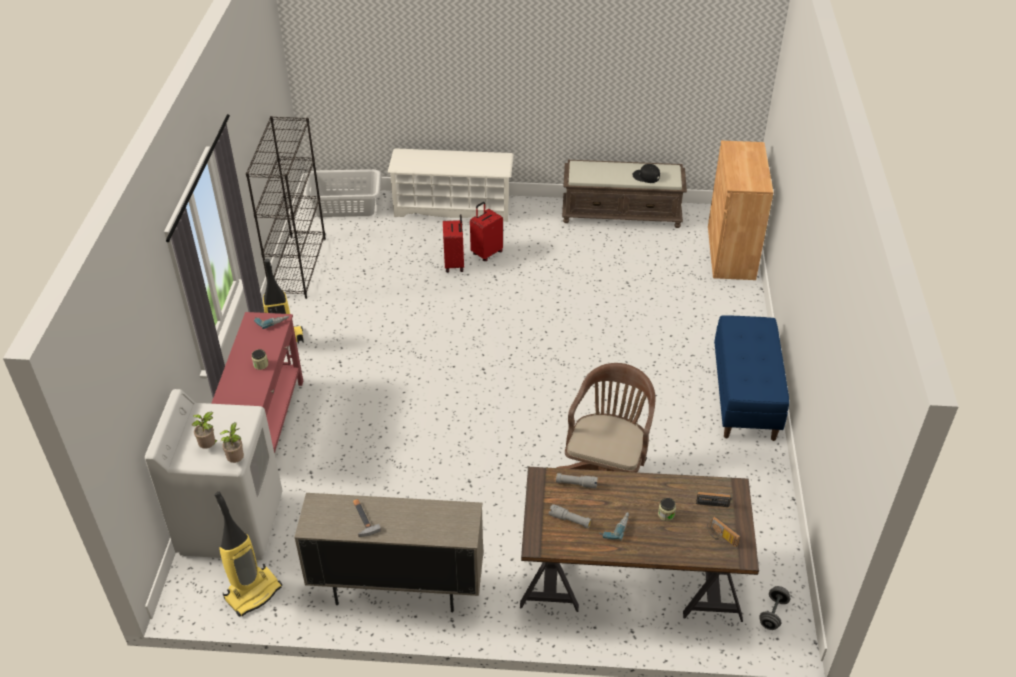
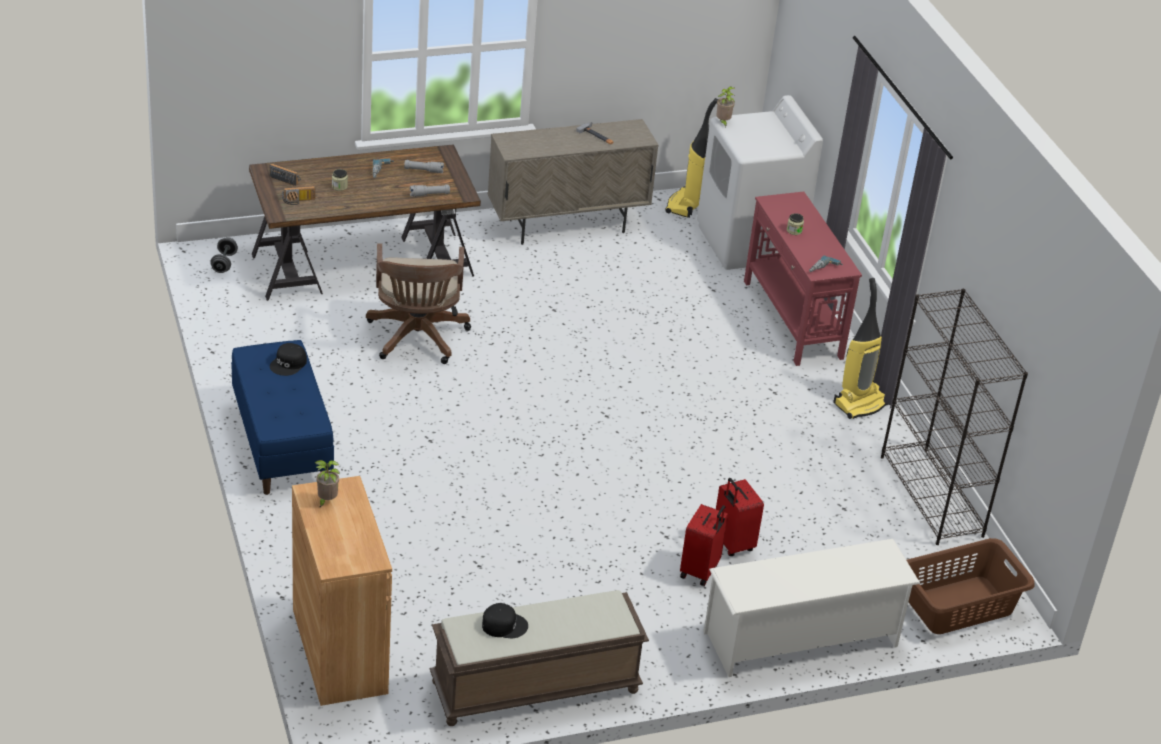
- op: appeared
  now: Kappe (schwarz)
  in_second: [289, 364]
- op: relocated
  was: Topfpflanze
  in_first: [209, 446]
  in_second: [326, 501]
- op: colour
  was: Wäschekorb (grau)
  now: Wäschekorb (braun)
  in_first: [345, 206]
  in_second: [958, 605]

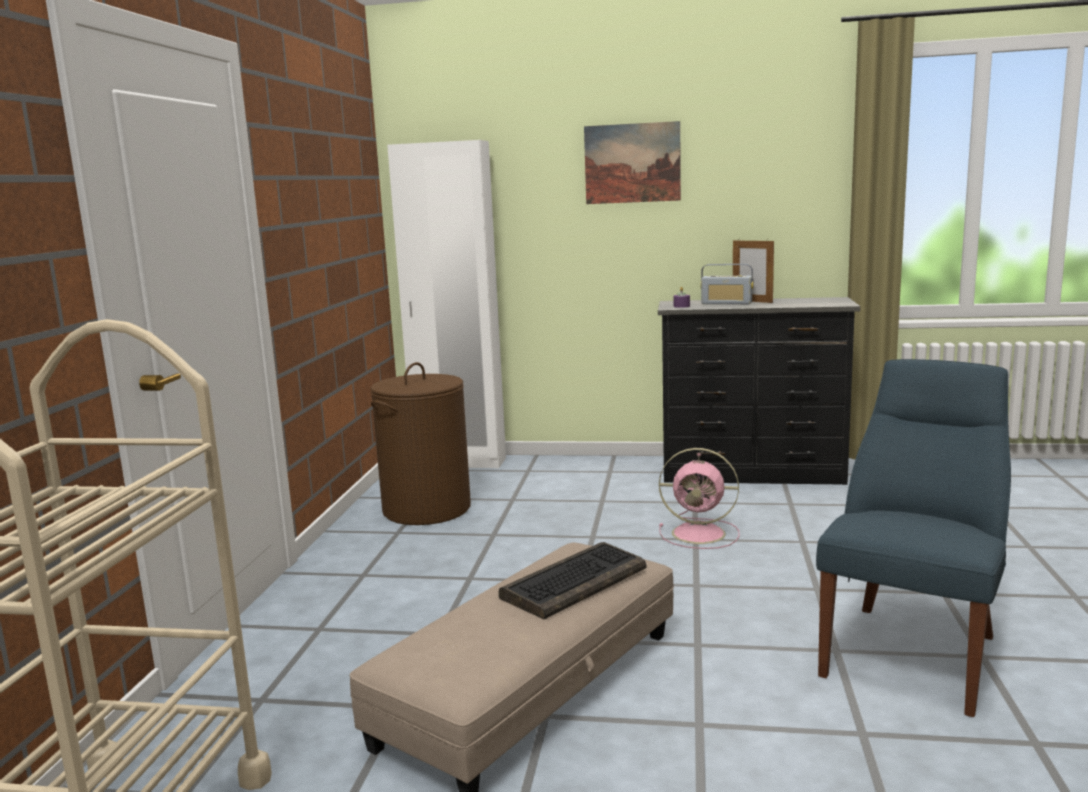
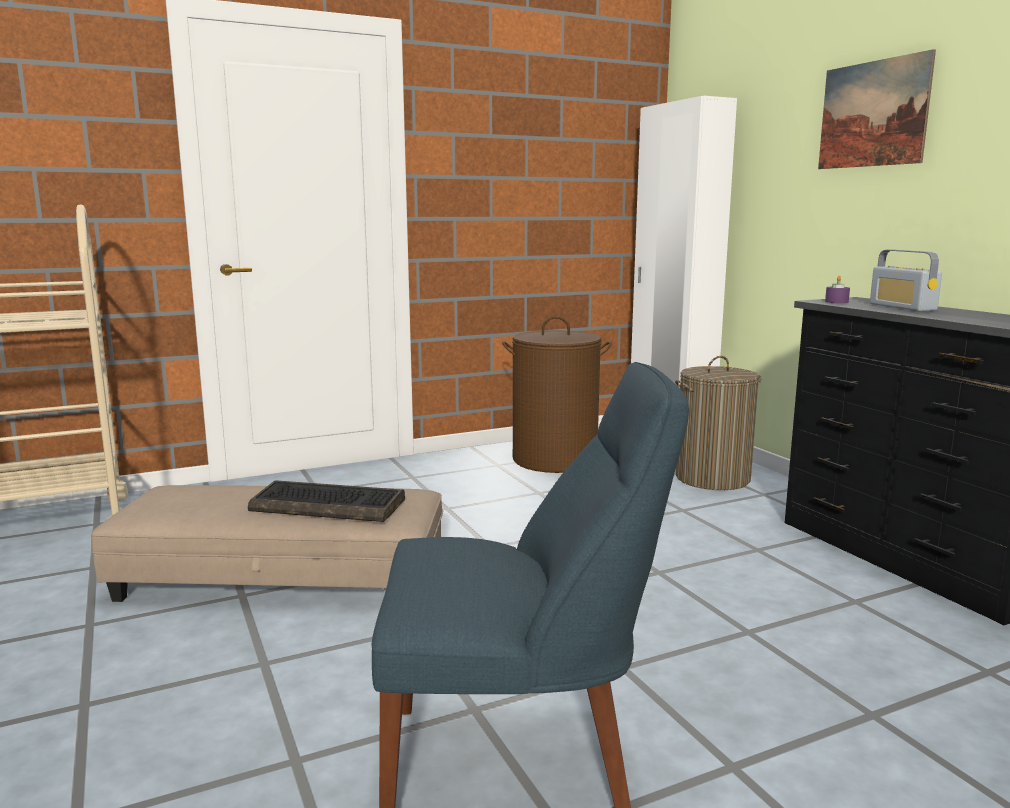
- op: missing
  was: Ventilator (rosa)
  in_first: [701, 534]
- op: missing
  was: Bilderrahmen
  in_first: [752, 301]
- op: appeared
  now: Wäschekorb
  in_second: [712, 478]

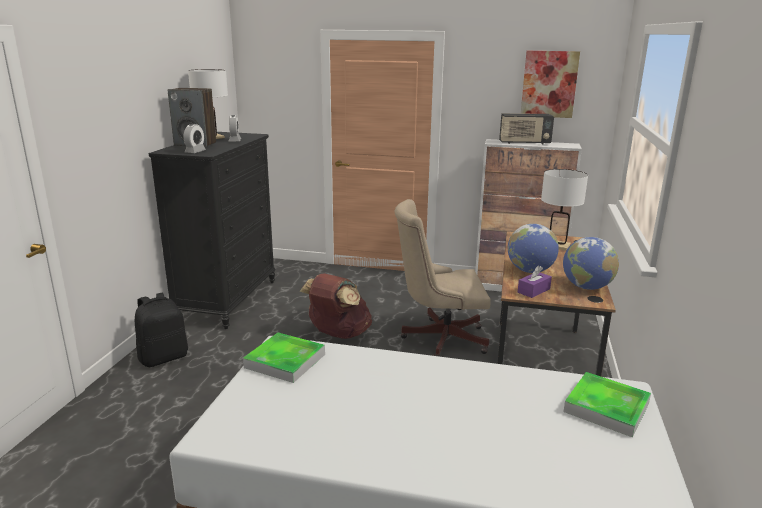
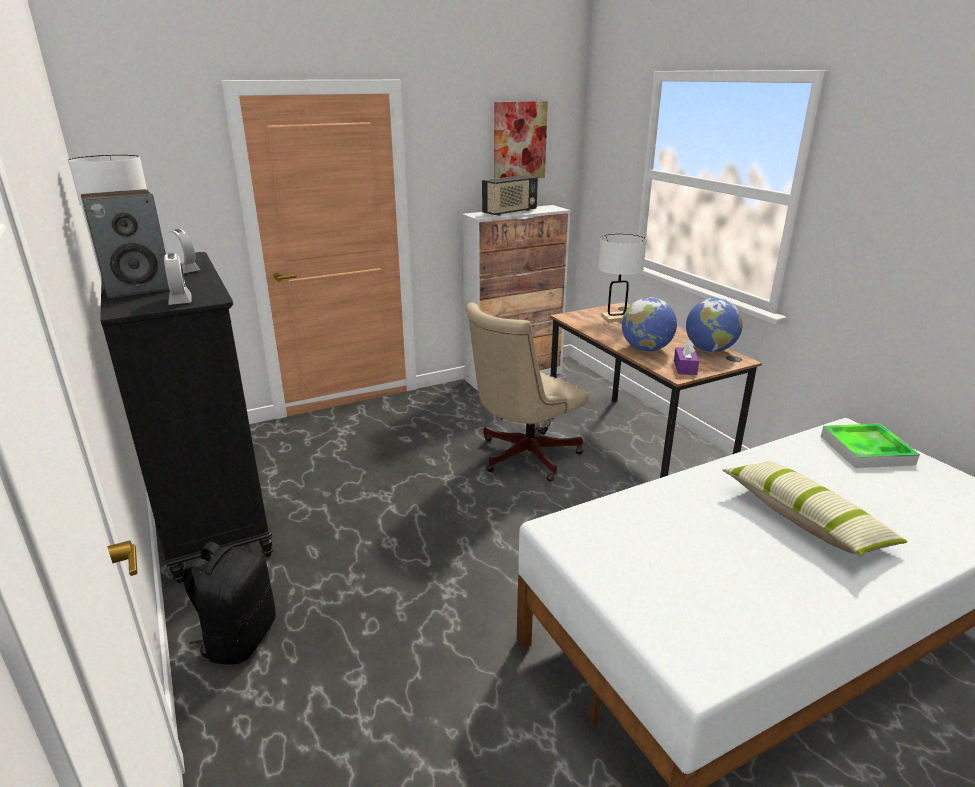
- op: missing
  was: Tablett
  in_first: [285, 361]
- op: missing
  was: Rucksack (braun)
  in_first: [338, 334]
- op: appeared
  now: Kissen
  in_second: [805, 519]

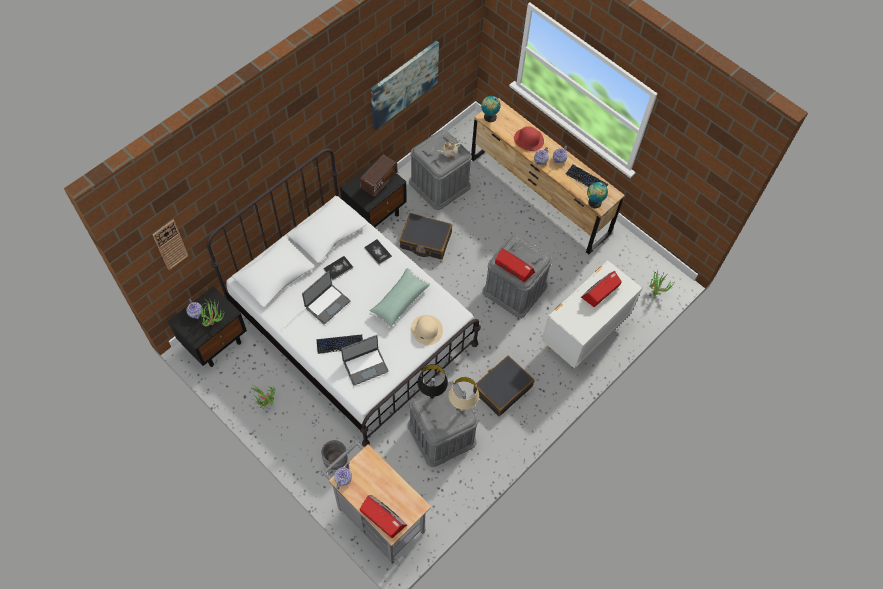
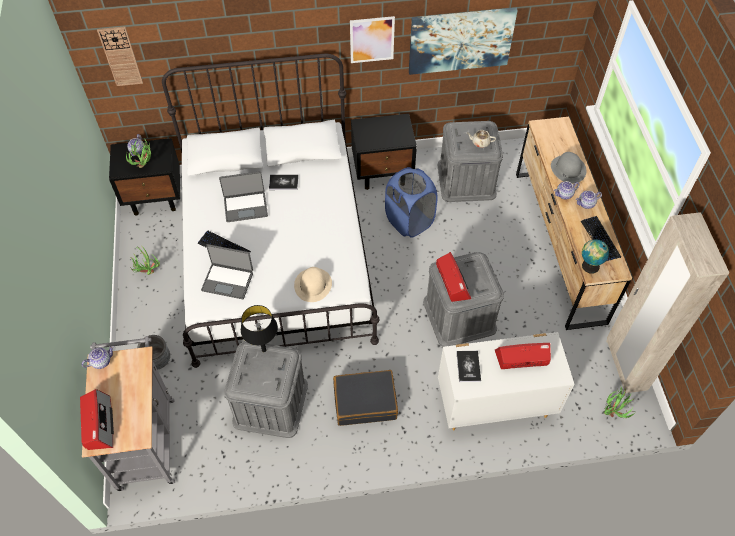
- op: missing
  was: Radio
  in_first: [379, 182]
- op: missing
  was: Kissen (grün)
  in_first: [399, 301]
- op: missing
  was: Tischlampe (beige)
  in_first: [461, 409]
- op: missing
  was: Globus
  in_first: [489, 117]
- op: appeared
  now: Bild
  in_second: [372, 39]
- op: appeared
  now: Kleiderschrank (beige)
  in_second: [625, 365]
- op: relocated
  was: Buch
  in_first: [378, 252]
  in_second: [468, 366]
- op: exchanged
  was: Koffer (schwarz)
  now: Wäschekorb (blau)
  in_first: [425, 240]
  in_second: [409, 221]
- op: colour
  was: Hut (rot)
  now: Hut (grau)
  in_first: [528, 139]
  in_second: [568, 169]

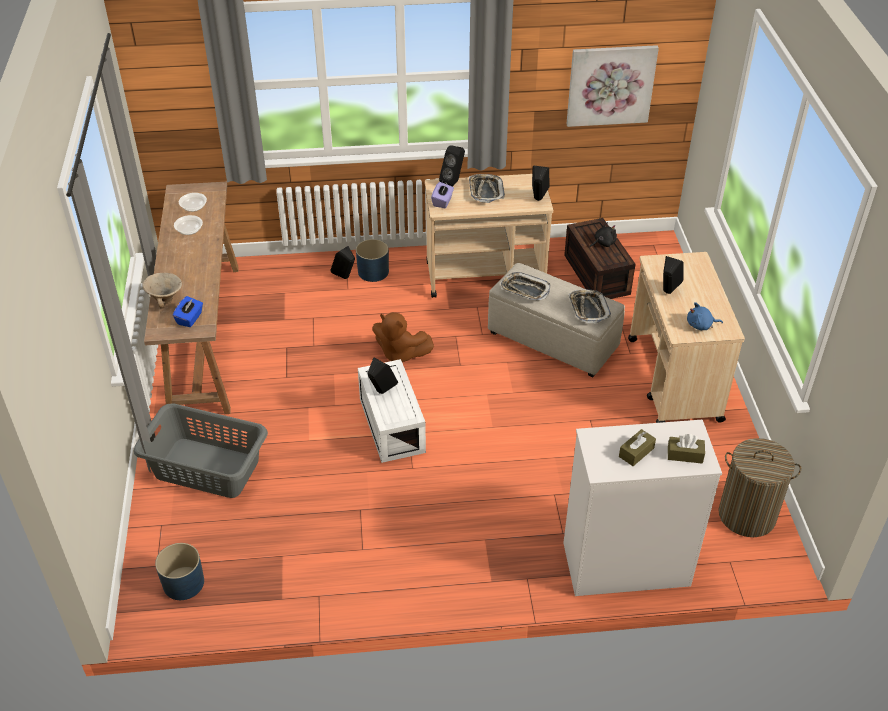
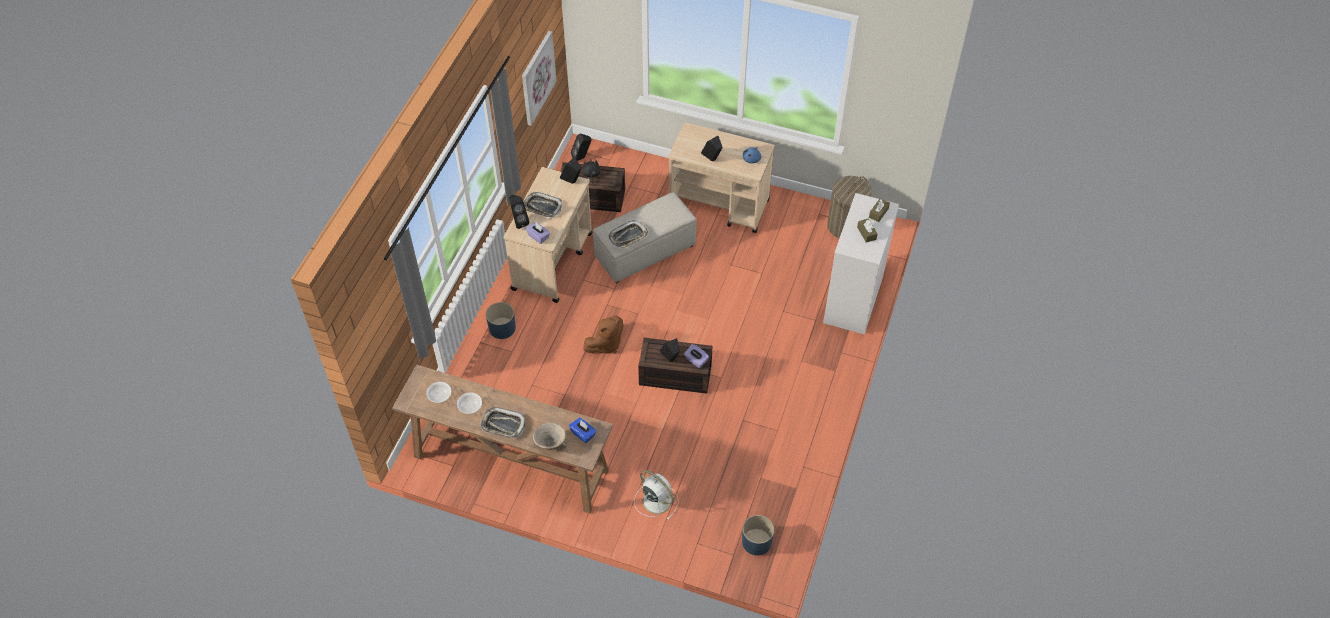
- op: appeared
  now: Taschentuchbox (lila)
  in_second: [696, 360]
- op: relocated
  was: Lautsprecher (schwarz)
  in_first: [345, 278]
  in_second: [582, 157]
- op: relocated
  was: Tablett
  in_first: [588, 309]
  in_second: [503, 425]
- op: exchanged
  was: Wäschekorb (grau)
  now: Ventilator (weiß)
  in_first: [207, 467]
  in_second: [656, 500]
- op: colour
  was: Aufbewahrungsbox (weiß)
  now: Aufbewahrungsbox (braun)
  in_first: [390, 424]
  in_second: [674, 375]

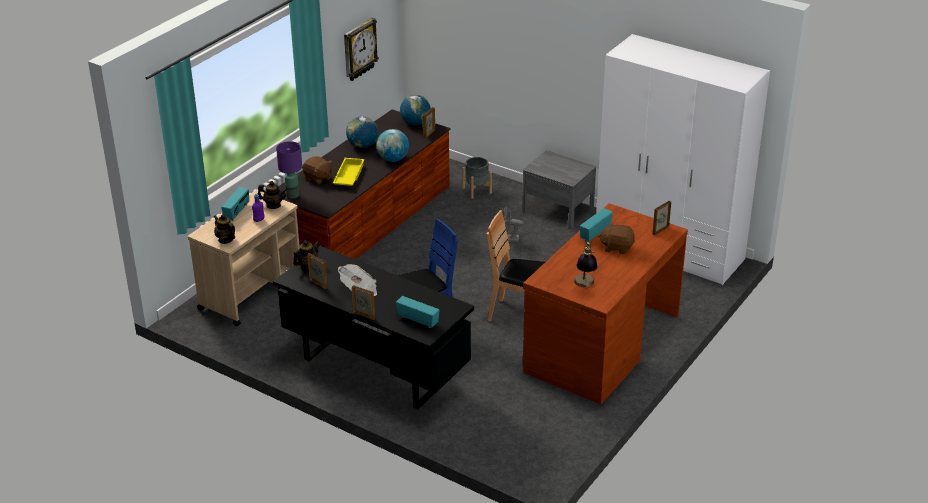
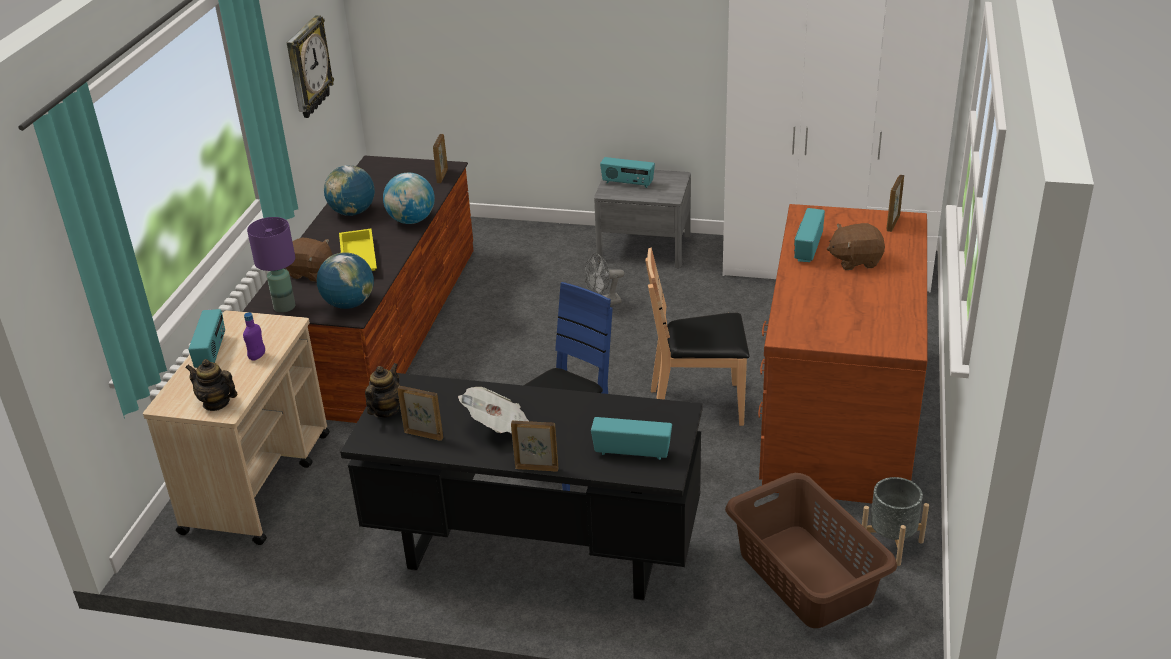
- op: missing
  was: Teekanne
  in_first: [273, 205]
- op: missing
  was: Tischlampe
  in_first: [584, 286]
- op: appeared
  now: Radio
  in_second: [627, 183]
- op: appeared
  now: Wäschekorb (braun)
  in_second: [805, 576]
- op: relocated
  was: Globus
  in_first: [415, 123]
  in_second: [349, 304]
- op: relocated
  was: Pflanzkübel (grau)
  in_first: [477, 190]
  in_second: [892, 543]

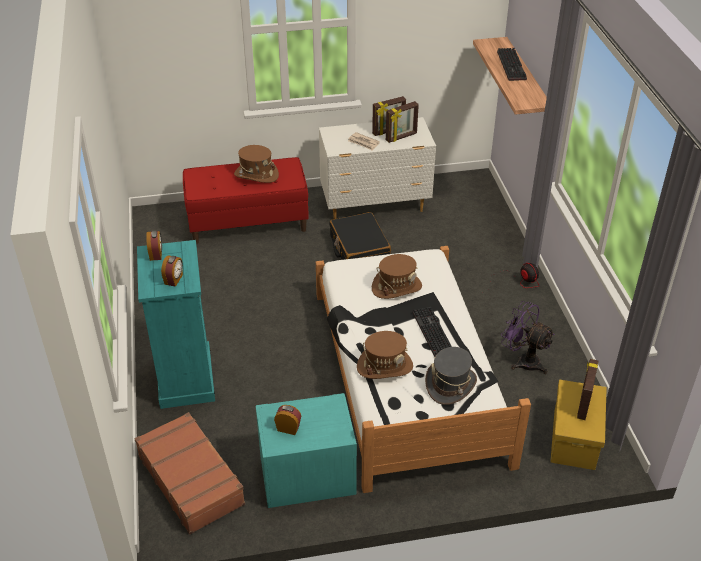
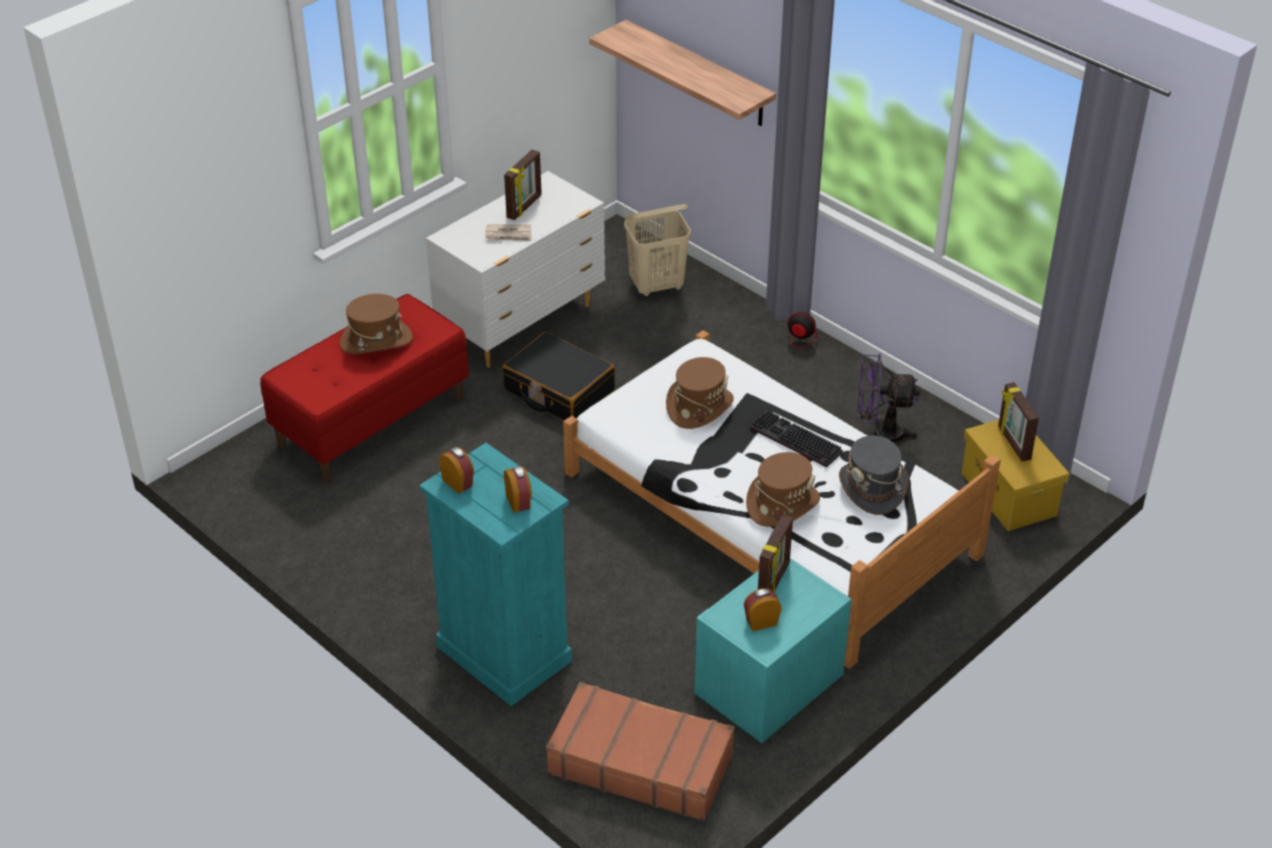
- op: missing
  was: Tastatur
  in_first: [512, 66]
- op: appeared
  now: Wäschekorb (beige)
  in_second: [657, 286]
- op: relocated
  was: Bilderrahmen
  in_first: [401, 137]
  in_second: [774, 581]

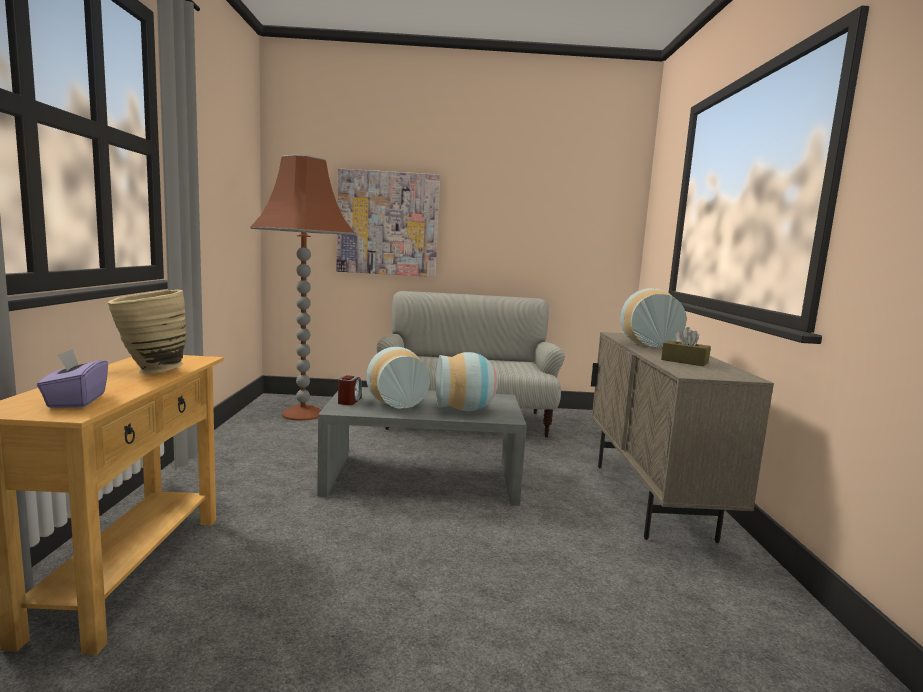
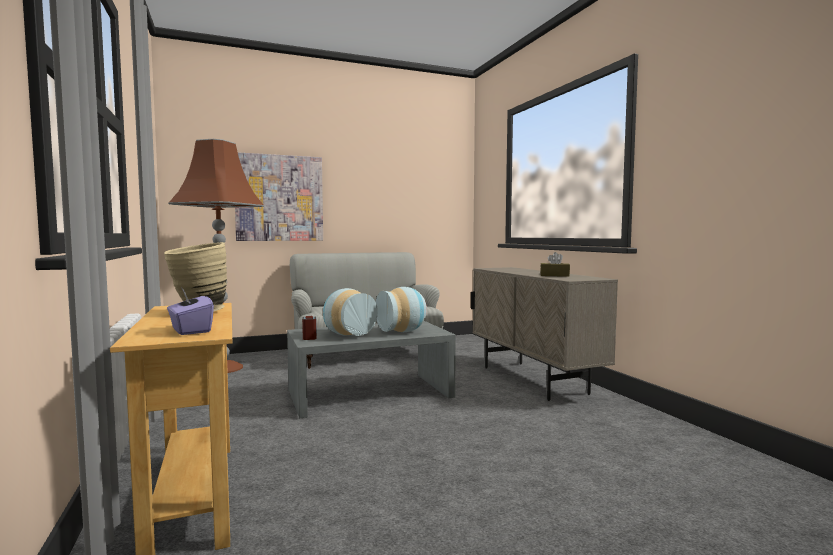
- op: missing
  was: Vase
  in_first: [647, 345]

